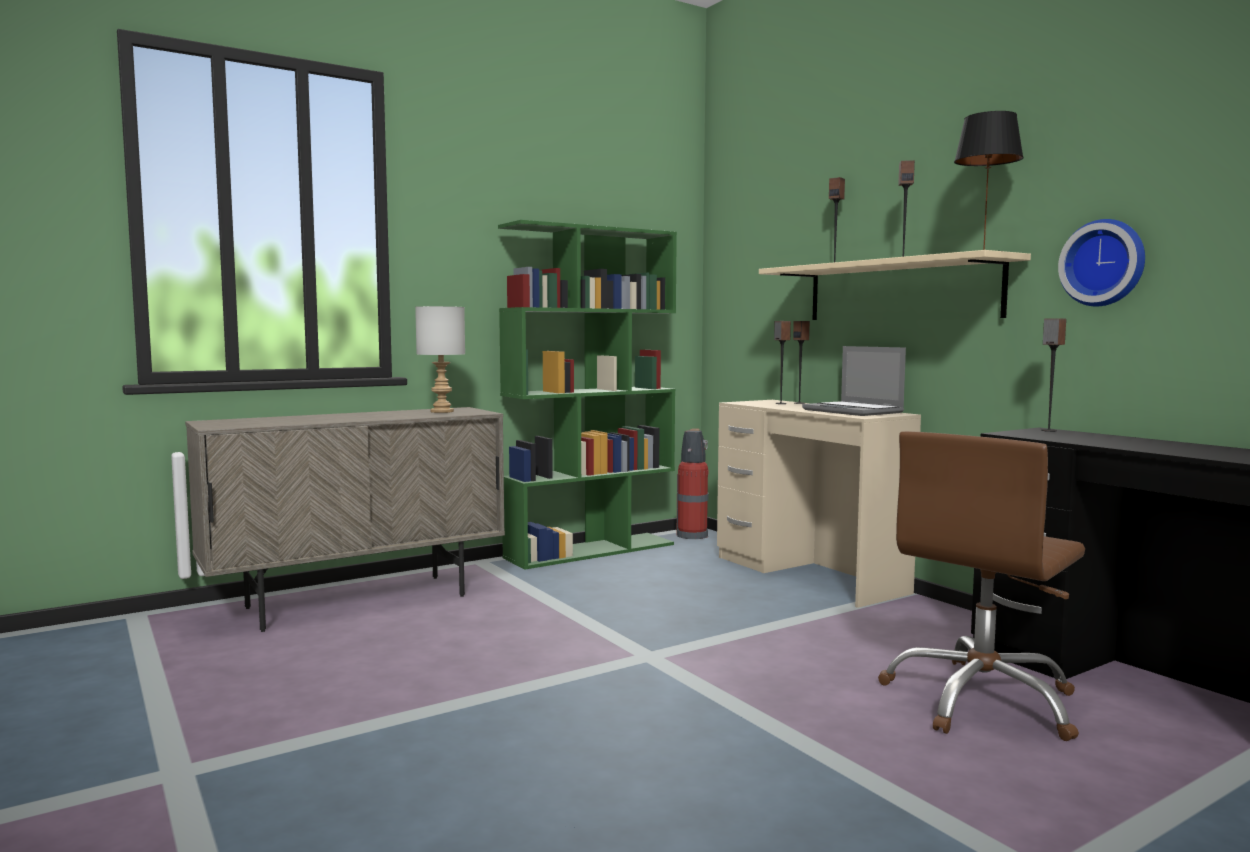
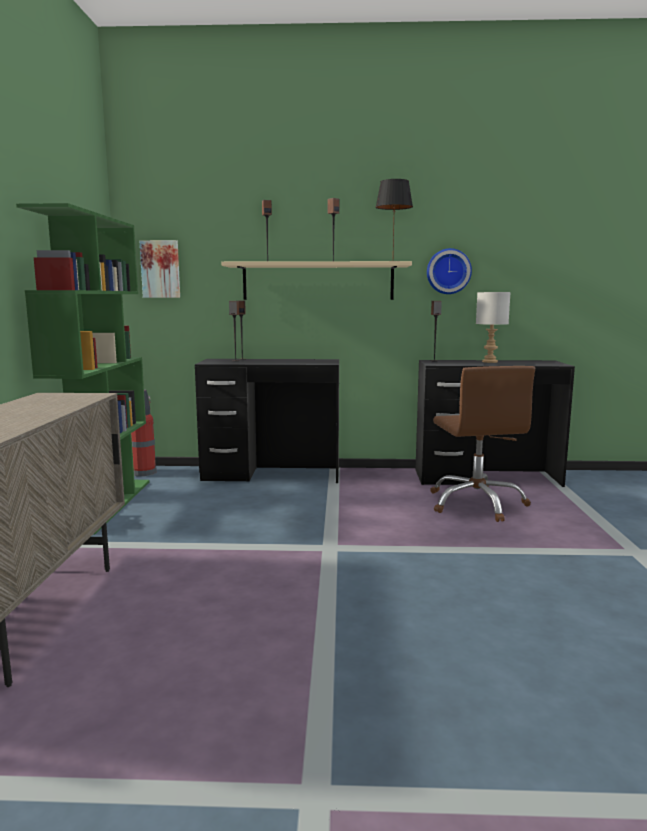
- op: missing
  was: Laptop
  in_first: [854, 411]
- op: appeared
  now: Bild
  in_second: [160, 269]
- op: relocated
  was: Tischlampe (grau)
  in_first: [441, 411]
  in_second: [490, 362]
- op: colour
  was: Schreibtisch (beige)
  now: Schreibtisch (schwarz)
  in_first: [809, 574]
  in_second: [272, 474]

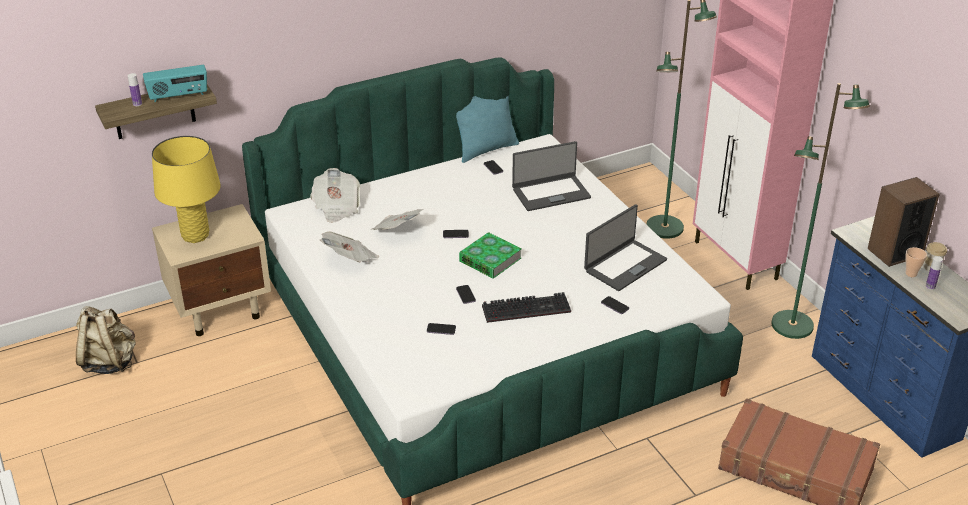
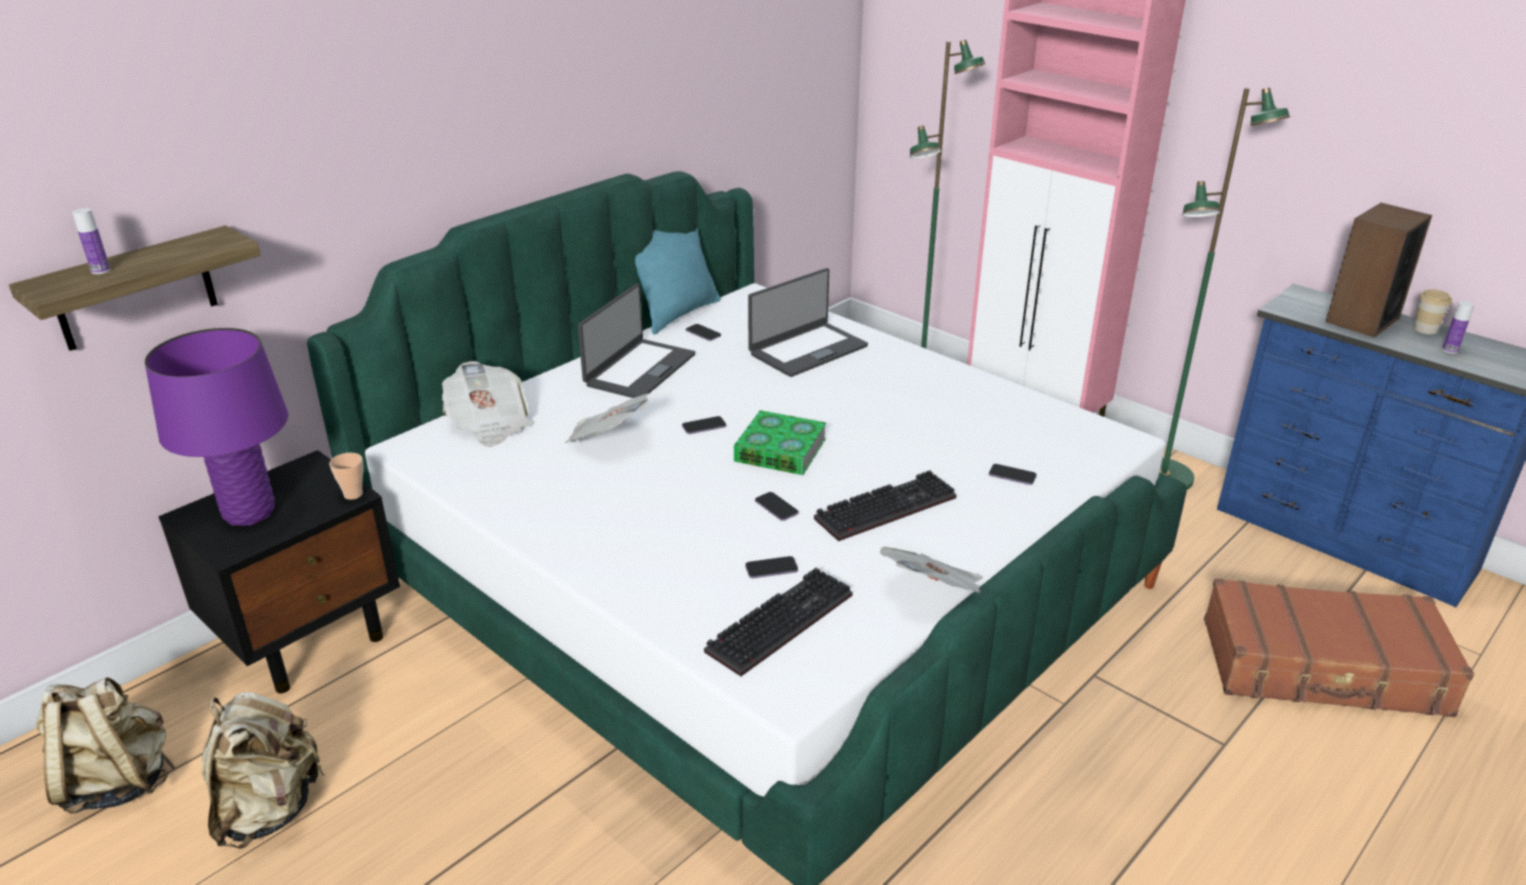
- op: missing
  was: Radio
  in_first: [178, 96]
- op: appeared
  now: Rucksack (beige)
  in_second: [269, 809]
- op: appeared
  now: Tastatur
  in_second: [780, 620]
- op: relocated
  was: Zeitung
  in_first: [350, 259]
  in_second: [934, 592]
- op: relocated
  was: Laptop
  in_first: [624, 265]
  in_second: [639, 369]
- op: relocated
  was: Tasse
  in_first: [911, 273]
  in_second: [353, 494]
- op: colour
  was: Tischlampe (gelb)
  now: Tischlampe (lila)
  in_first: [195, 235]
  in_second: [249, 513]
- op: colour
  was: Nachttisch (beige)
  now: Nachttisch (schwarz)
  in_first: [221, 309]
  in_second: [309, 639]

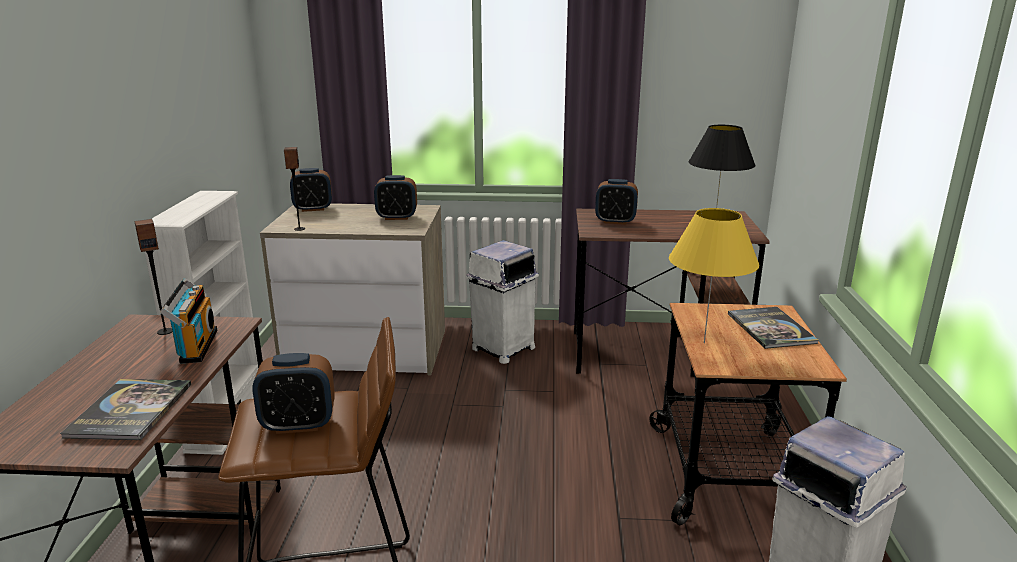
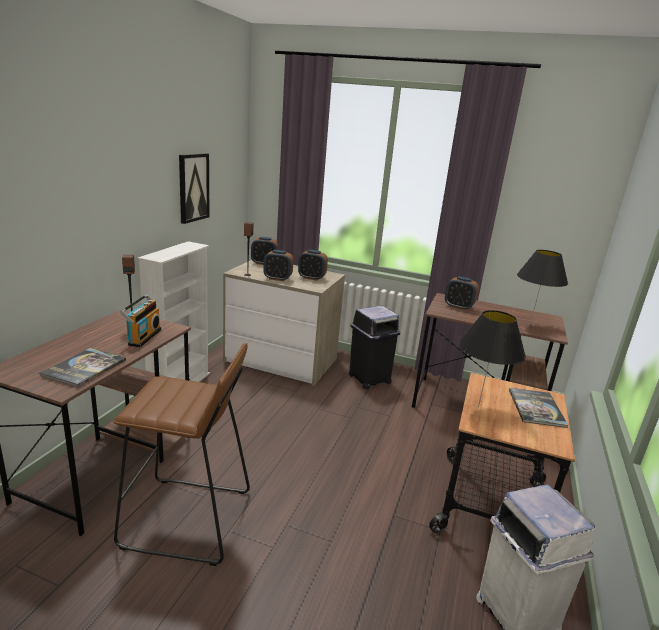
- op: appeared
  now: Bild
  in_second: [193, 187]
- op: relocated
  was: Wecker
  in_first: [298, 425]
  in_second: [277, 278]
- op: colour
  was: Mülleimer (weiß)
  now: Mülleimer (schwarz)
  in_first: [502, 349]
  in_second: [368, 379]
- op: colour
  was: Tischlampe (gelb)
  now: Tischlampe (schwarz)
  in_first: [704, 342]
  in_second: [478, 407]

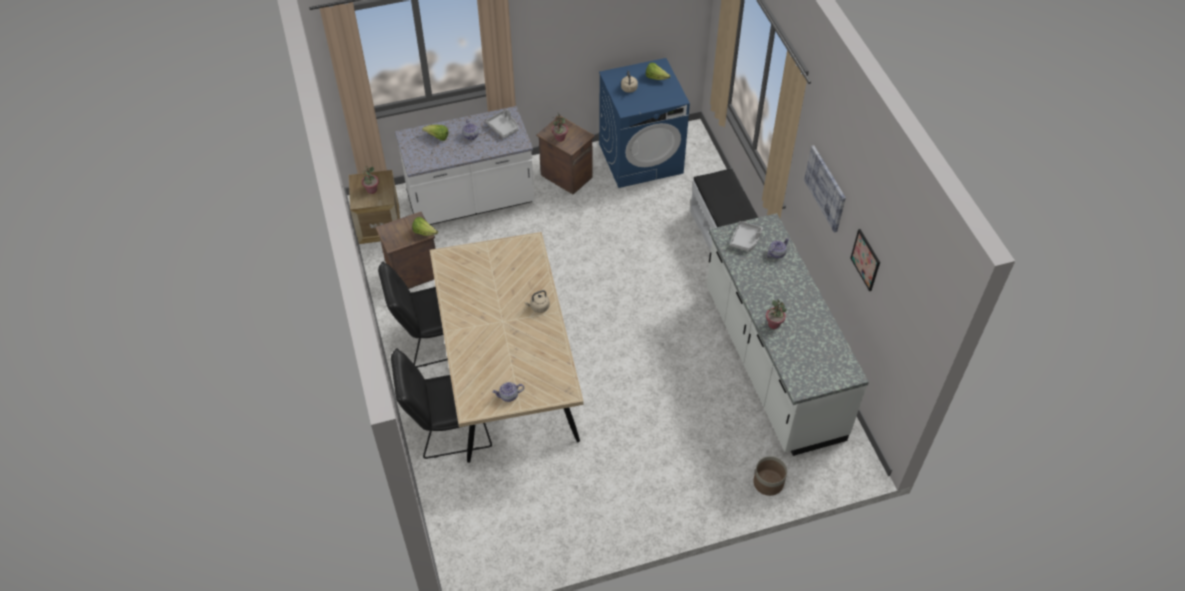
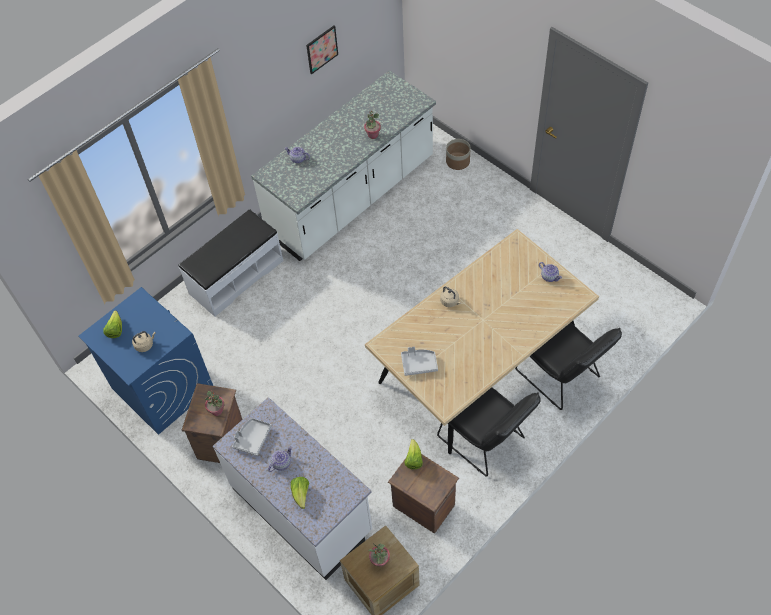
- op: missing
  was: Bild
  in_first: [826, 188]
- op: relocated
  was: Tablett (grau)
  in_first: [746, 240]
  in_second: [419, 364]

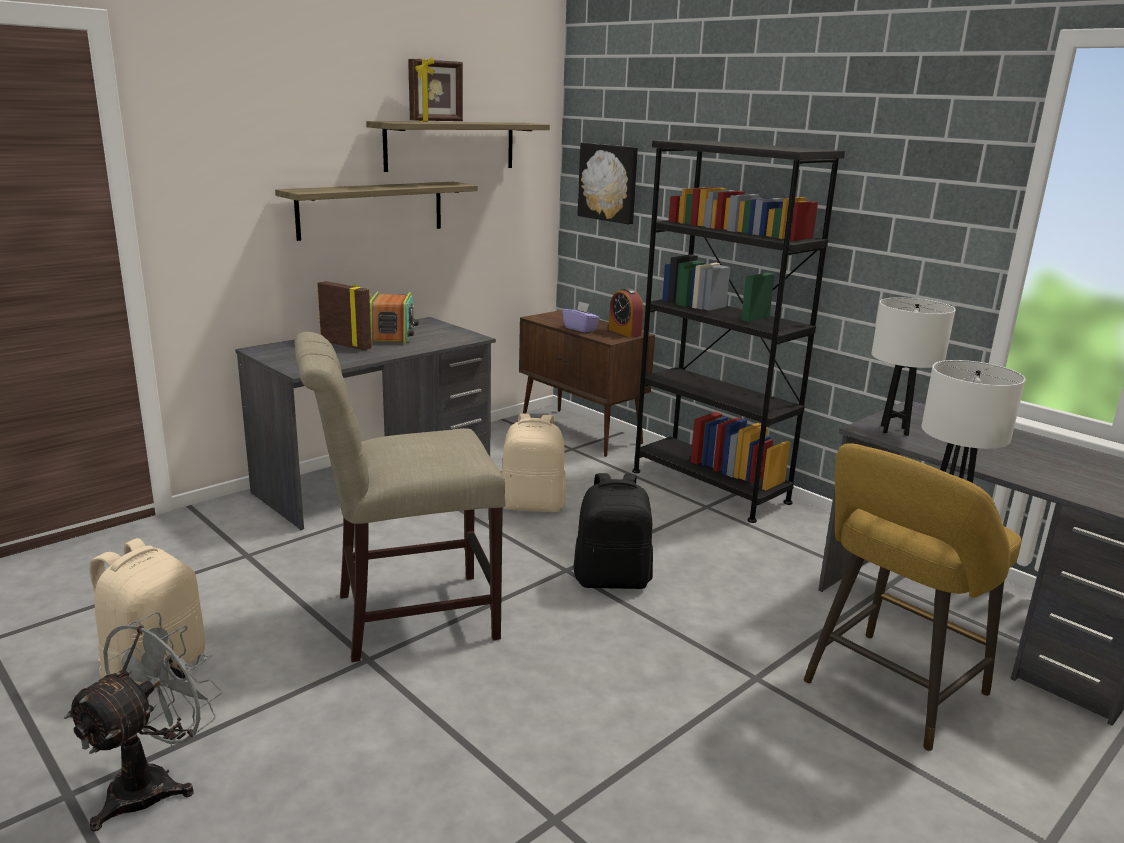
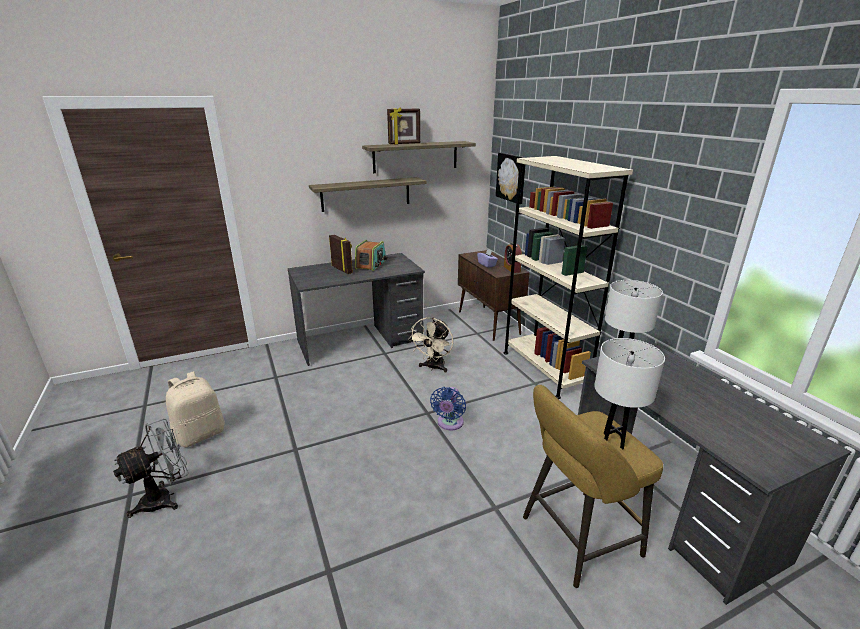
- op: missing
  was: Stuhl (beige)
  in_first: [405, 616]
- op: exchanged
  was: Rucksack (beige)
  now: Ventilator (beige)
  in_first: [533, 505]
  in_second: [433, 367]
- op: exchanged
  was: Rucksack (schwarz)
  now: Ventilator (blau)
  in_first: [612, 579]
  in_second: [449, 424]
- op: colour
  was: Bücherregal (schwarz)
  now: Bücherregal (beige)
  in_first: [709, 486]
  in_second: [544, 369]

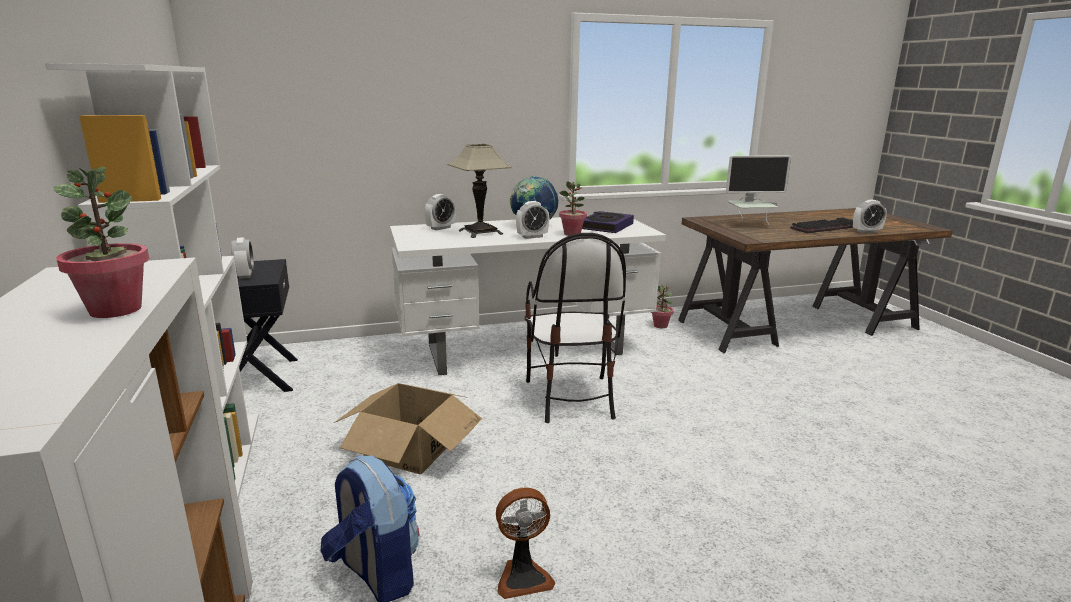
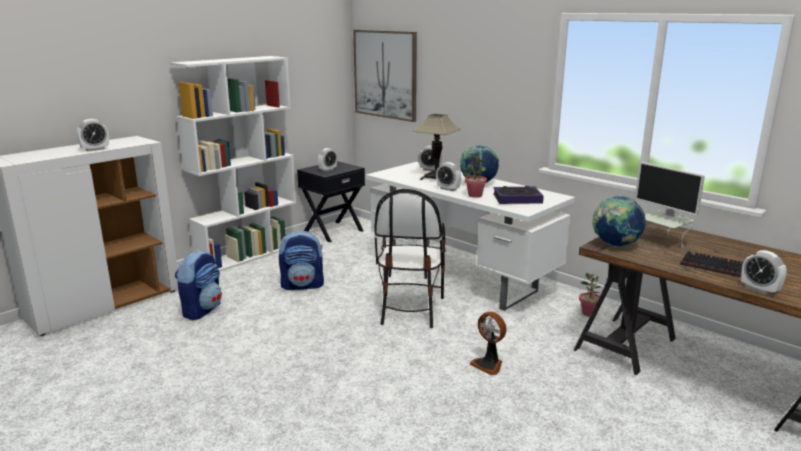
- op: appeared
  now: Bild
  in_second: [385, 74]
- op: appeared
  now: Globus
  in_second: [615, 245]
- op: relocated
  was: Ventilator
  in_first: [523, 577]
  in_second: [488, 364]
- op: exchanged
  was: Topfpflanze
  now: Wecker
  in_first: [116, 310]
  in_second: [95, 149]
- op: exchanged
  was: Karton
  now: Rucksack
  in_first: [410, 449]
  in_second: [303, 285]
- op: spun
  was: Stuhl
  in_first: [570, 398]
  in_second: [410, 309]
  clockwise: -45

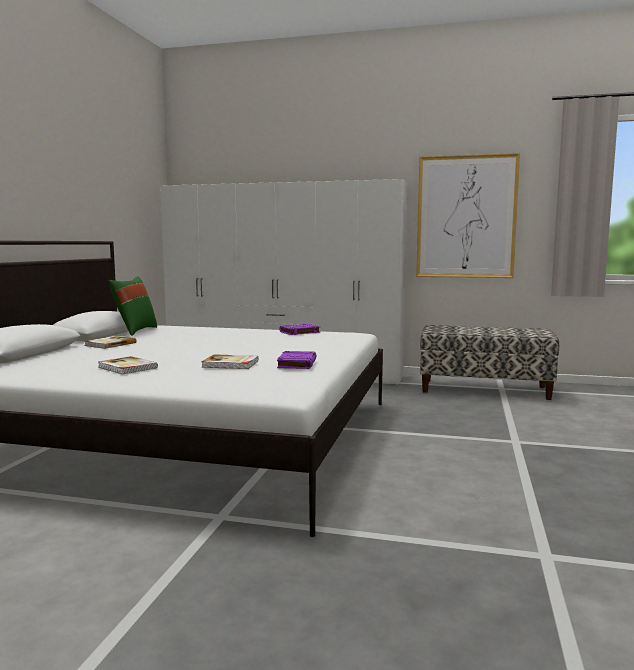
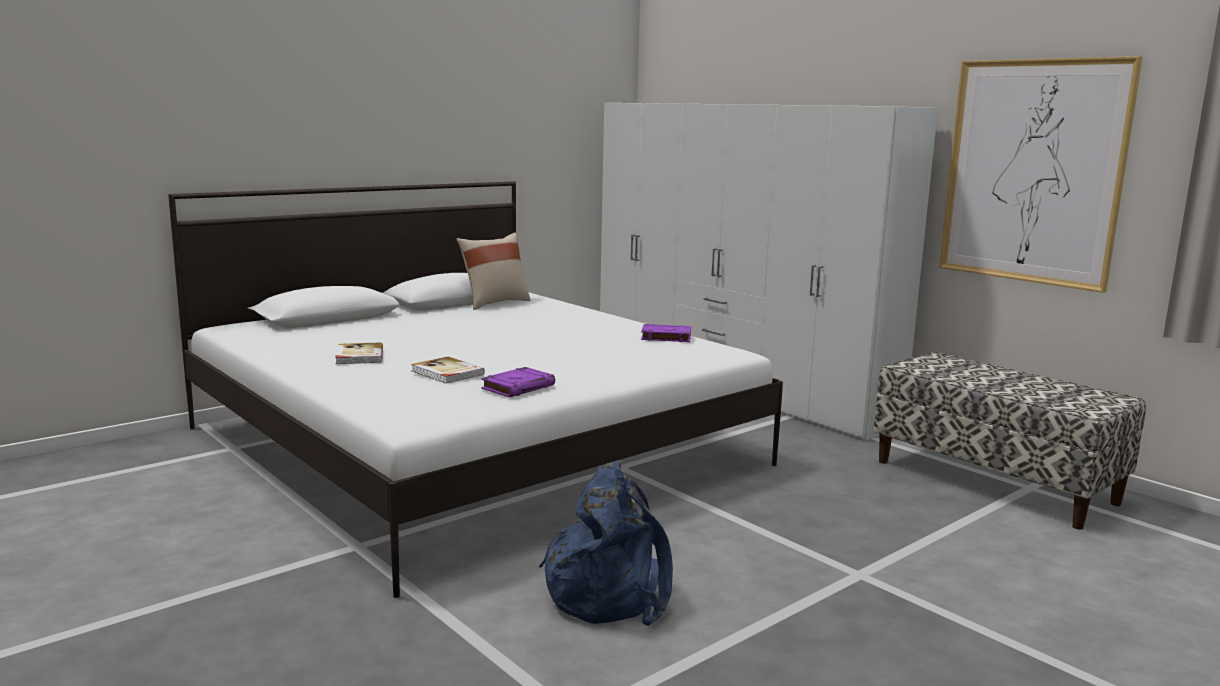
- op: missing
  was: Buch
  in_first: [110, 344]
- op: appeared
  now: Rucksack (blau)
  in_second: [610, 592]
- op: colour
  was: Kissen (grün)
  now: Kissen (beige)
  in_first: [135, 331]
  in_second: [494, 303]

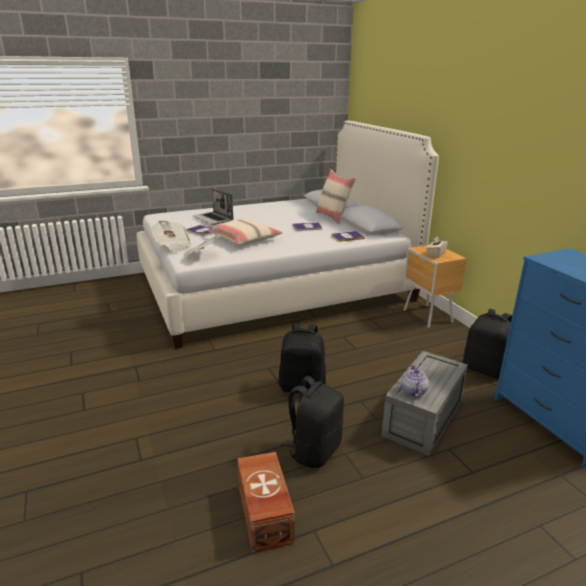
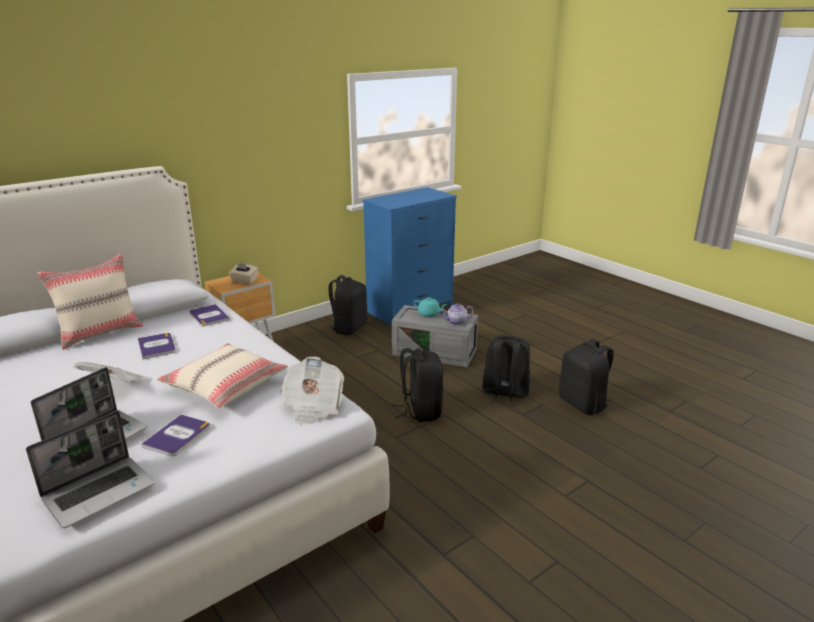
- op: appeared
  now: Laptop
  in_second: [99, 491]
- op: appeared
  now: Teekanne (türkis)
  in_second: [429, 314]
- op: relocated
  was: Zeitung
  in_first: [172, 246]
  in_second: [114, 386]
- op: exchanged
  was: Aufbewahrungsbox (braun)
  now: Rucksack (schwarz)
  in_first: [264, 515]
  in_second: [583, 404]

